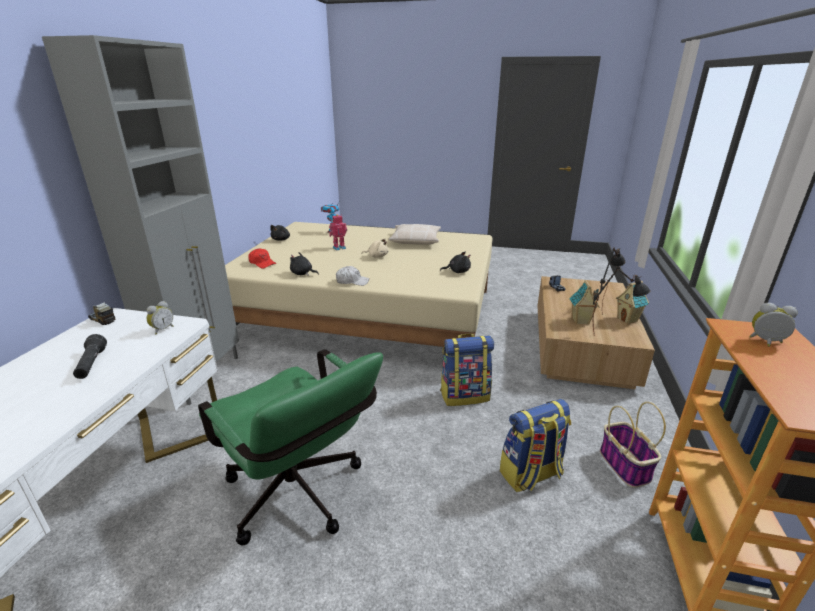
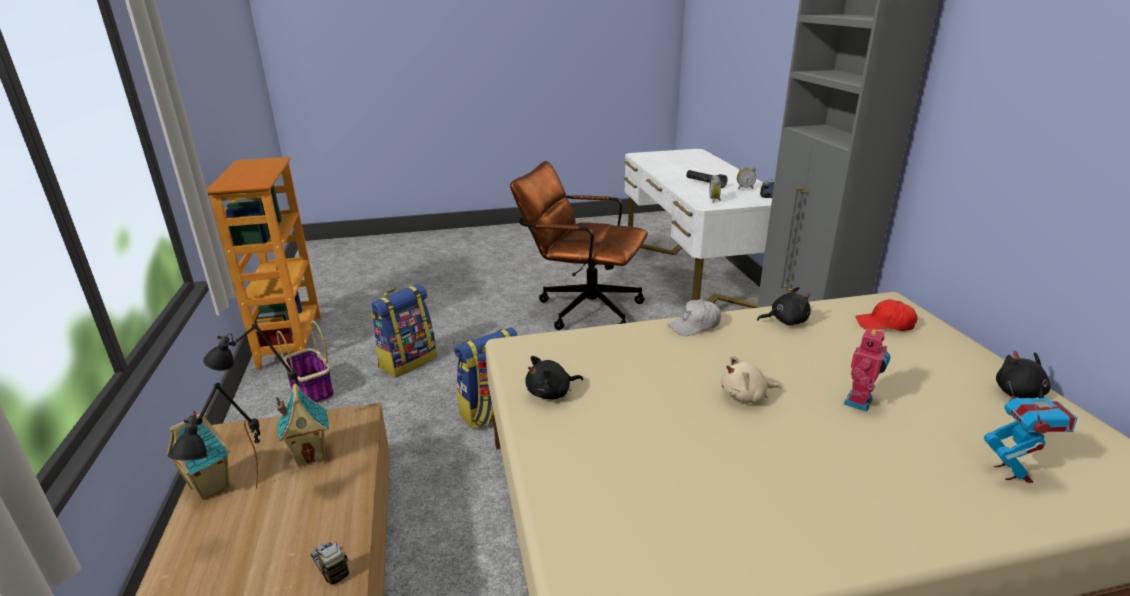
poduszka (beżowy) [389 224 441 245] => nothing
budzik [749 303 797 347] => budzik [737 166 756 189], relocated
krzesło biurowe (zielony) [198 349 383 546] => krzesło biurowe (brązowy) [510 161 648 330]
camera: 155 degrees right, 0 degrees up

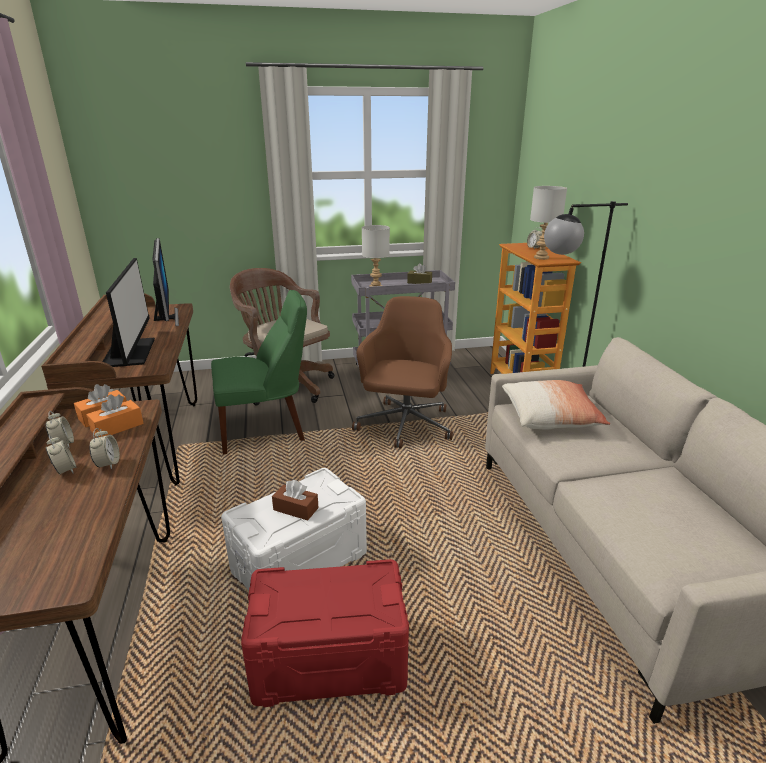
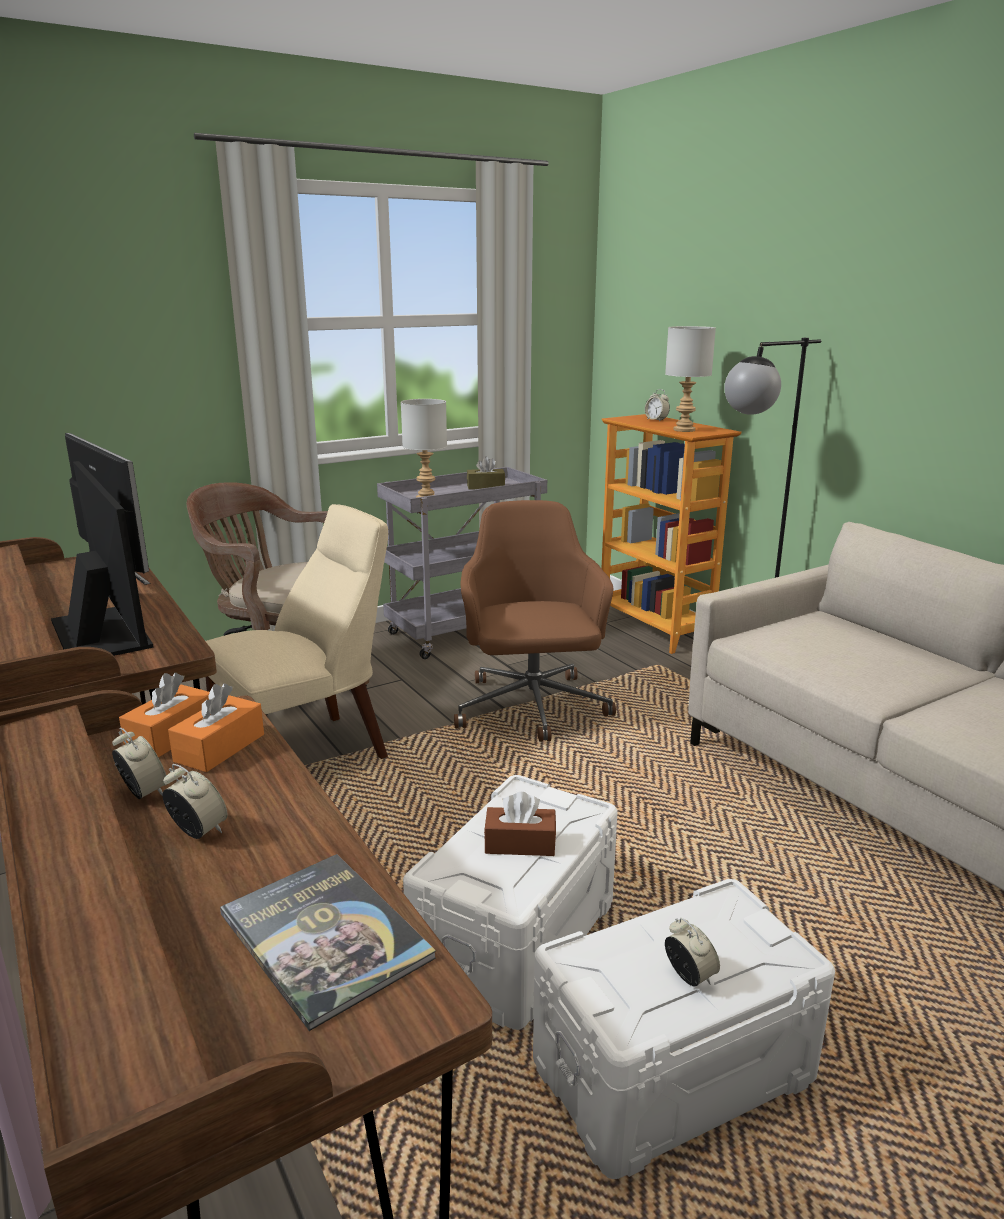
poduszka [502 380 611 430] => nothing
nothing => książka [220 854 436 1031]
budzik [89 428 120 470] => budzik [665 918 720 986], relocated
krzesło (zielony) [211 290 307 455] => krzesło (beżowy) [206 504 388 759]
pojemnik do przechowywania (czerwony) [241 559 409 707] => pojemnik do przechowywania (biały) [533 879 835 1179]
camera: 20 degrees left, 5 degrees down

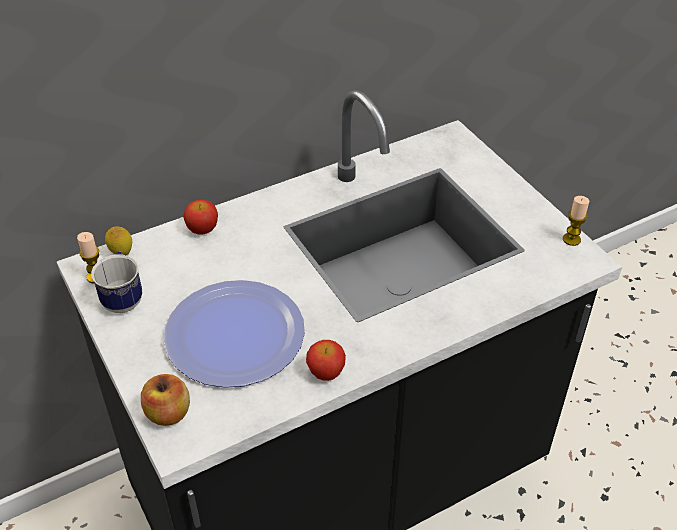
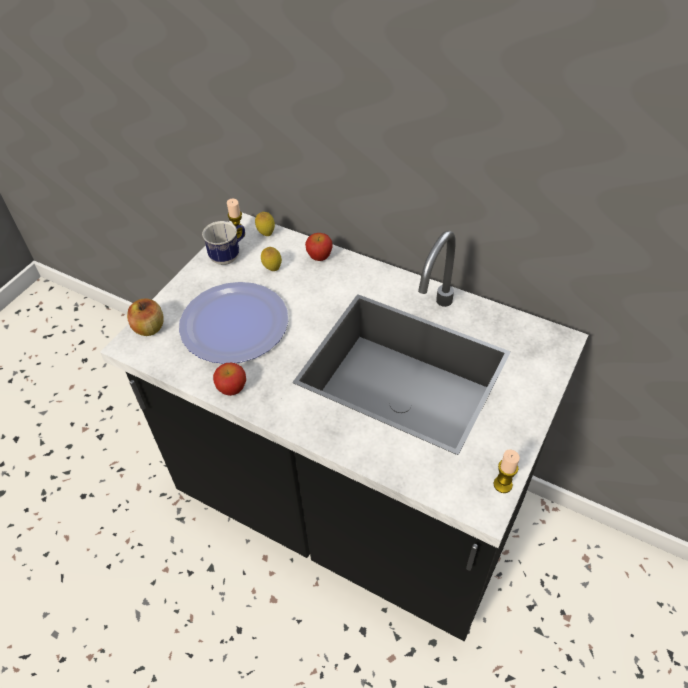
nothing => cytryna [261 247 282 271]
camera: 60 degrees right, 5 degrees up

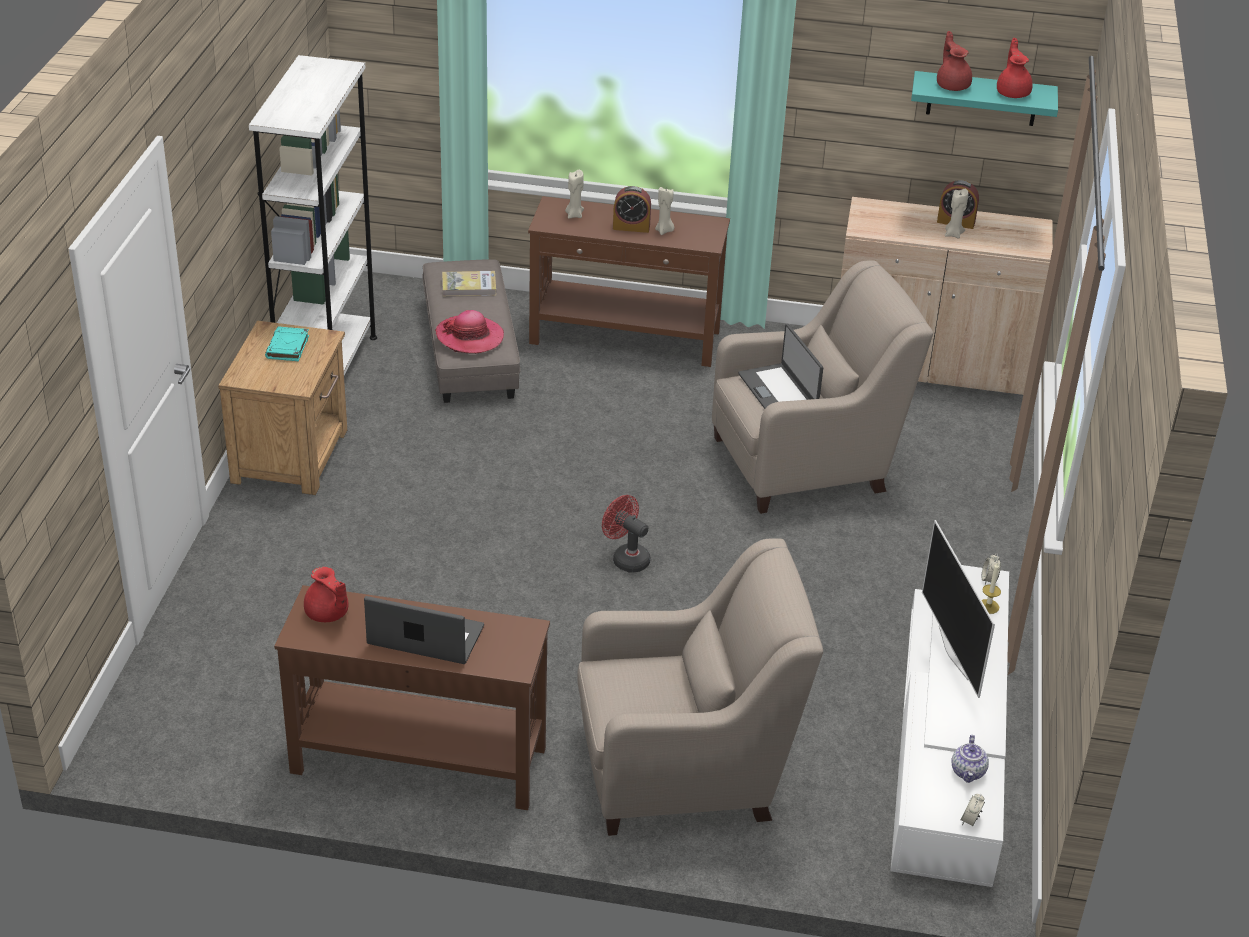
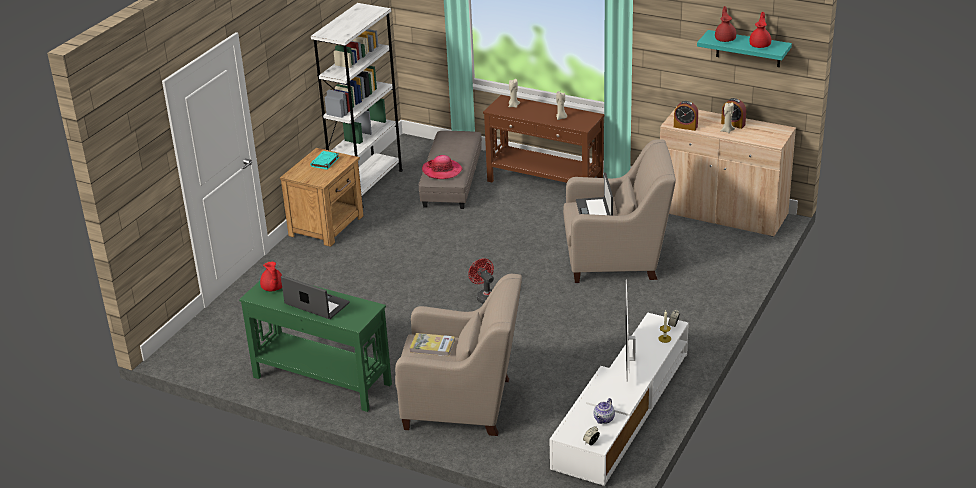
książka [442 271 496 296] => książka [410 333 455 356], relocated
budzik [613 186 651 233] => budzik [674 101 698 131], relocated
stolik konsolowy (brązowy) [274 585 550 810] => stolik konsolowy (zielony) [239 281 392 412]
camera: 20 degrees right, 5 degrees down

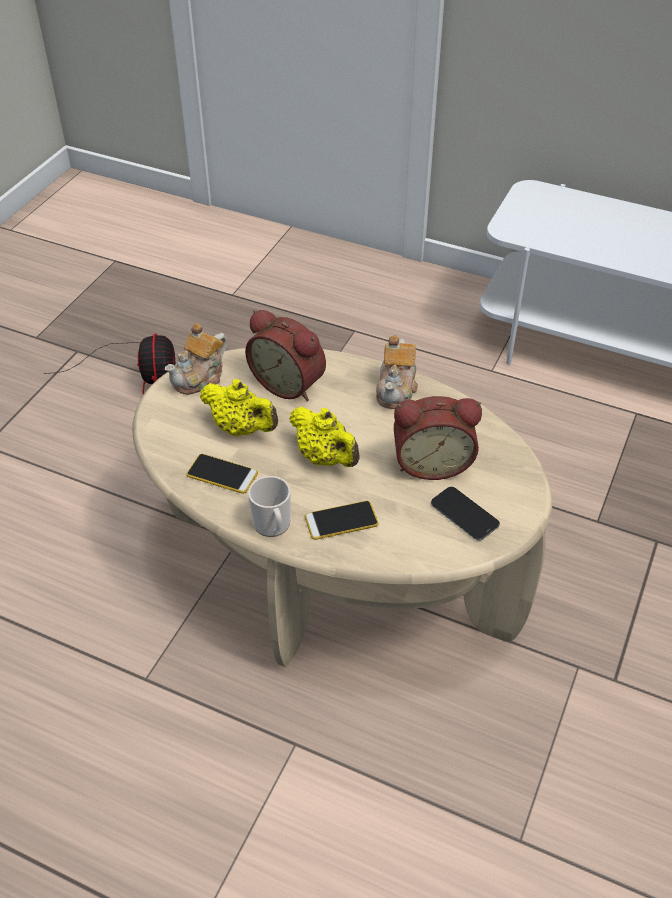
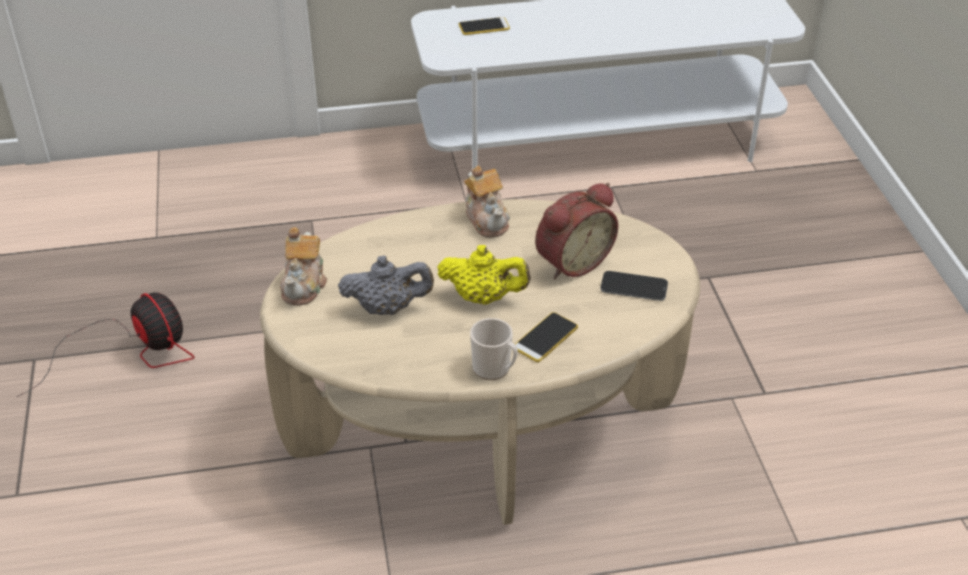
budzik [245 310 326 401] => nothing
telefon [187 454 258 494] => telefon [459 17 510 35], relocated
imbryk (żółty) [200 379 278 436] => imbryk (szary) [338 255 434 315]
camera: 35 degrees left, 5 degrees down

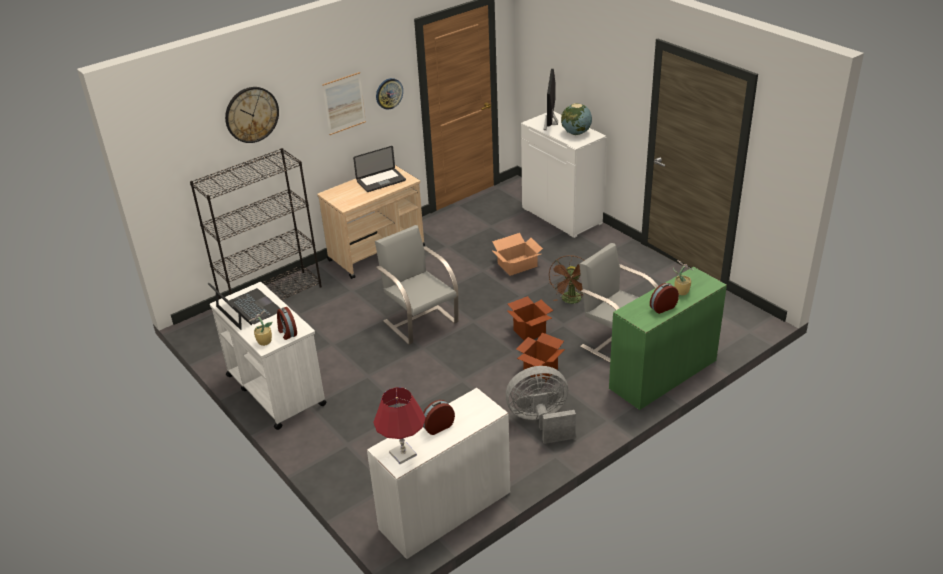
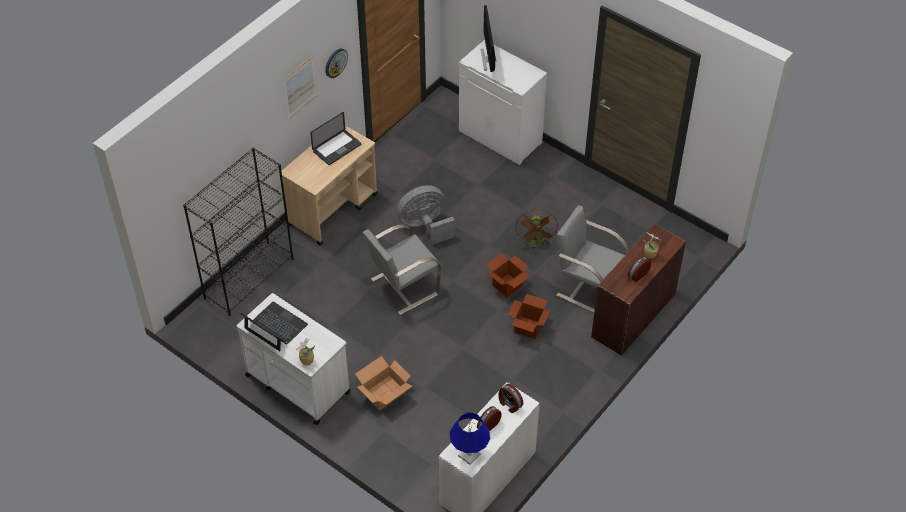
zegar ścienny [225 87 279 143] => nothing
globus [561 103 592 135] => nothing
budzik [277 307 297 340] => budzik [498 384 523 413], relocated
karton [491 233 543 276] => karton [355 356 412 410], relocated
wentylator (szary) [505 366 576 444] => wentylator (szary) [397 185 455 245], relocated
lampa stołowa (czerwony) [373 387 425 464] => lampa stołowa (niebieski) [450 412 490 465]
biurko (zielony) [609 267 727 410] => biurko (brązowy) [591 224 686 355]
krzesło (szary) [375 225 458 345] => krzesło (szary) [363 225 441 315], 75 degrees counterclockwise
camera: 15 degrees left, 15 degrees up

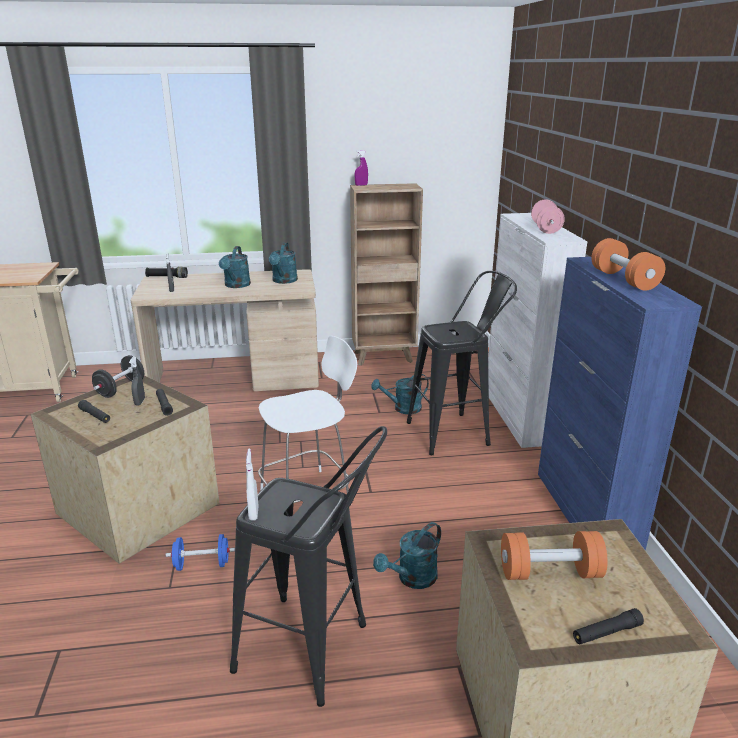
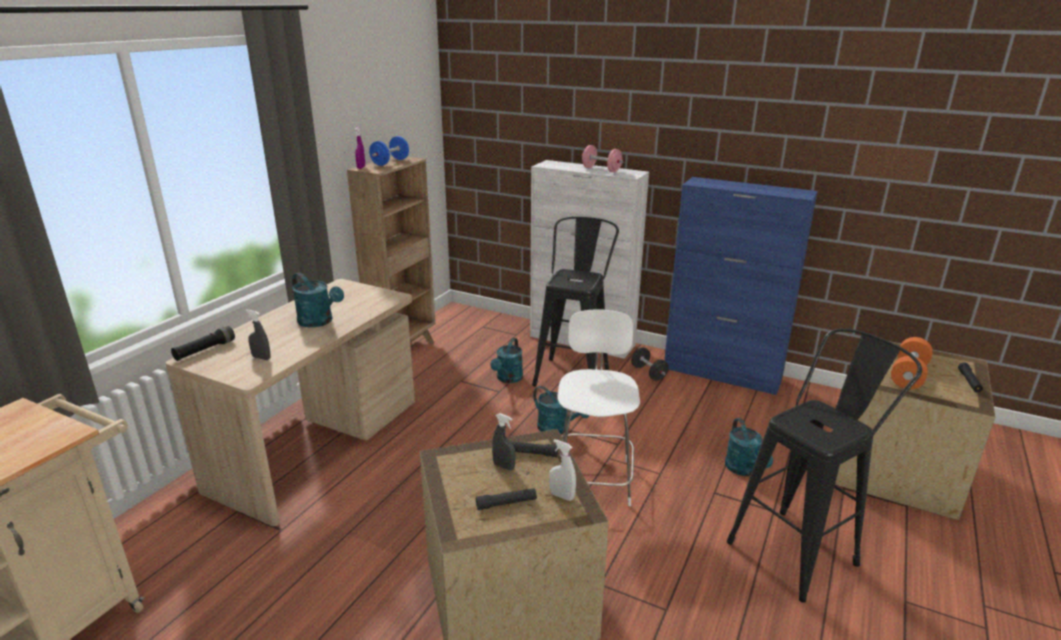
hantel (pomarańczowy) [591 238 665 291] => nothing
hantel (czarny) [92 355 144 398] => hantel (czarny) [631 347 668 381], relocated
hantel (niebieski) [166 534 235 571] => hantel (niebieski) [369 136 409 166], relocated
spryskiwacz (biały) [246 449 259 521] => spryskiwacz (biały) [549 439 576 501], relocated
konewka (turkusowy) [269 242 298 284] => konewka (turkusowy) [533 386 589 434], relocated
camera: 55 degrees left, 0 degrees up

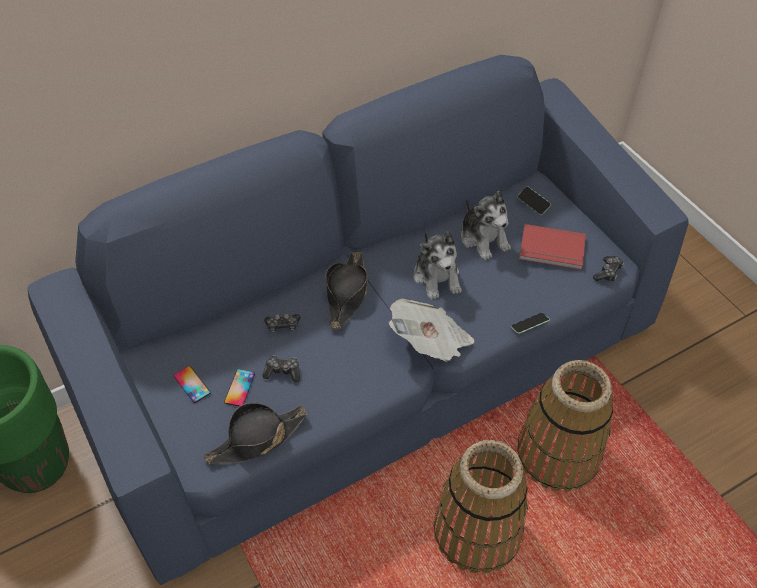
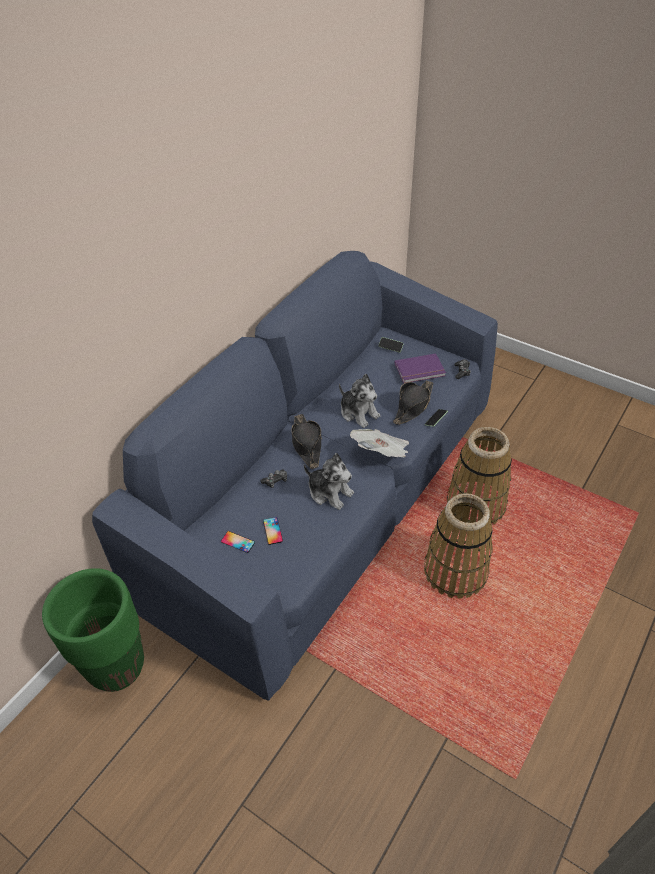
pad do gier [263 355 300 383] => nothing
kapelusz (czarny) [204 403 307 465] => kapelusz (czarny) [393 381 433 425], relocated
pluszak [461 191 511 260] => pluszak [304 453 354 510], relocated
książka (czerwony) [519 224 586 270] => książka (fioletowy) [395 353 446 383]
camera: 25 degrees left, 5 degrees down

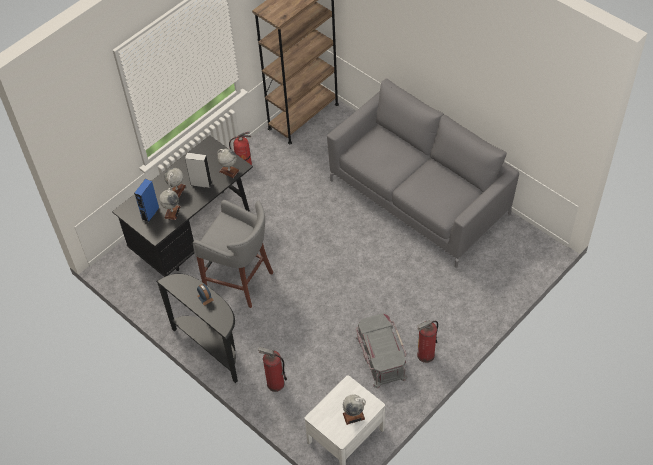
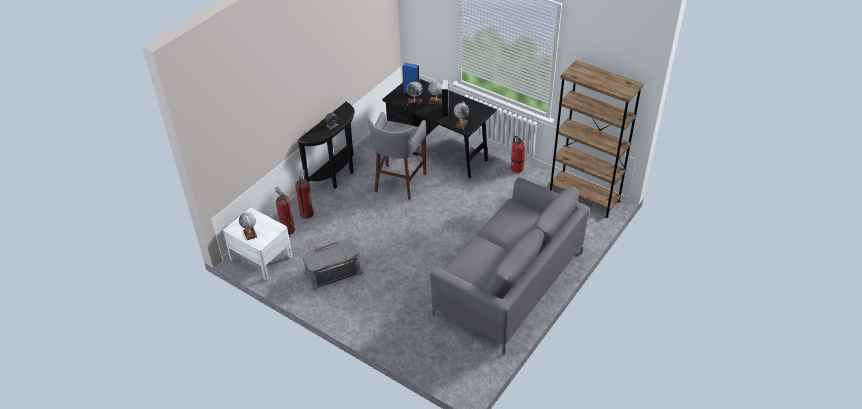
gaśnica [417 320 438 363] => gaśnica [275 187 295 235], relocated
camera: 80 degrees right, 10 degrees down

